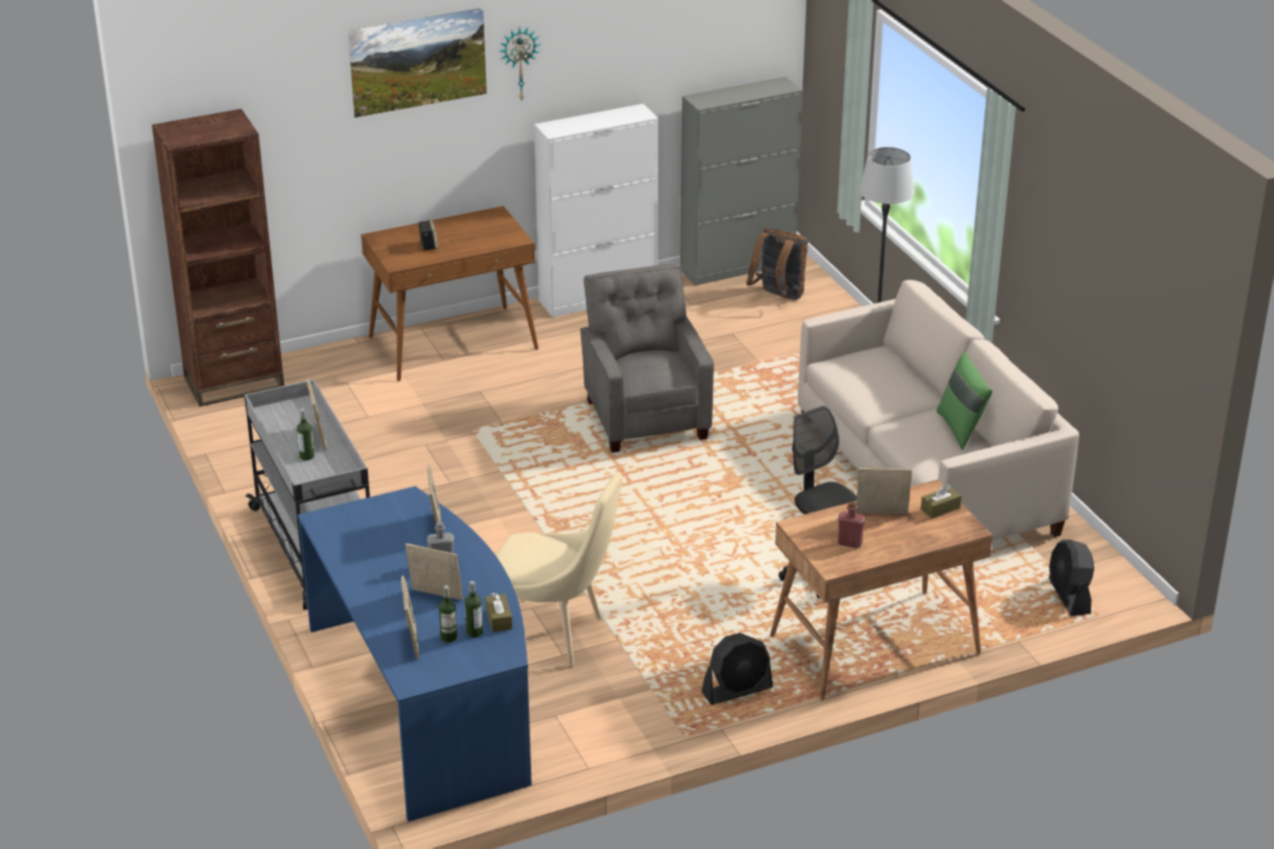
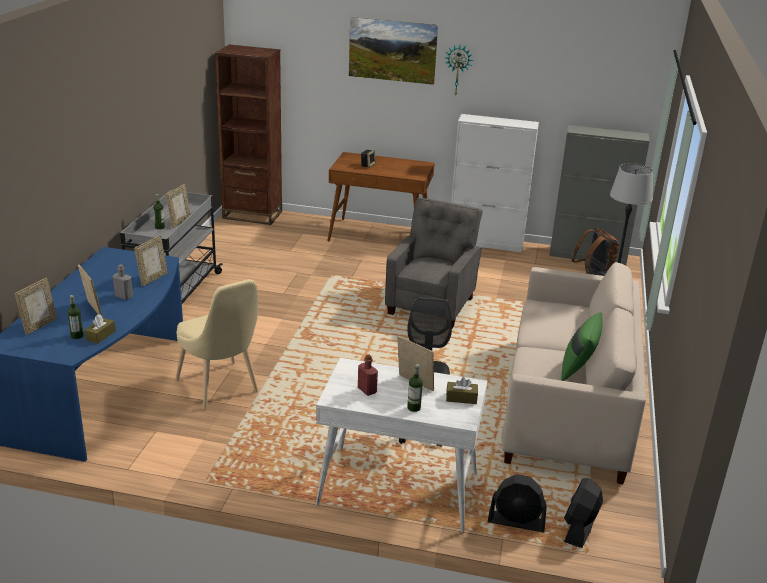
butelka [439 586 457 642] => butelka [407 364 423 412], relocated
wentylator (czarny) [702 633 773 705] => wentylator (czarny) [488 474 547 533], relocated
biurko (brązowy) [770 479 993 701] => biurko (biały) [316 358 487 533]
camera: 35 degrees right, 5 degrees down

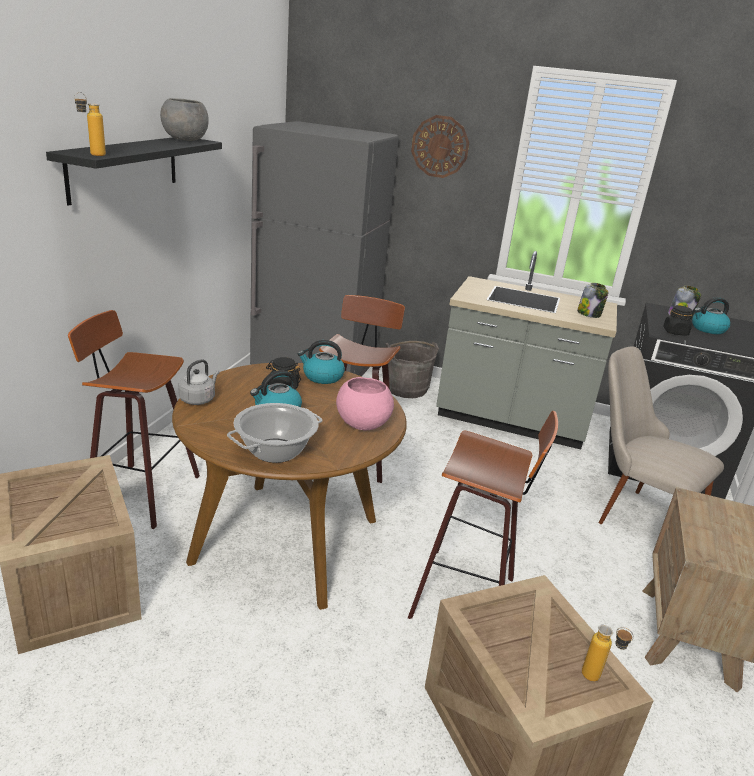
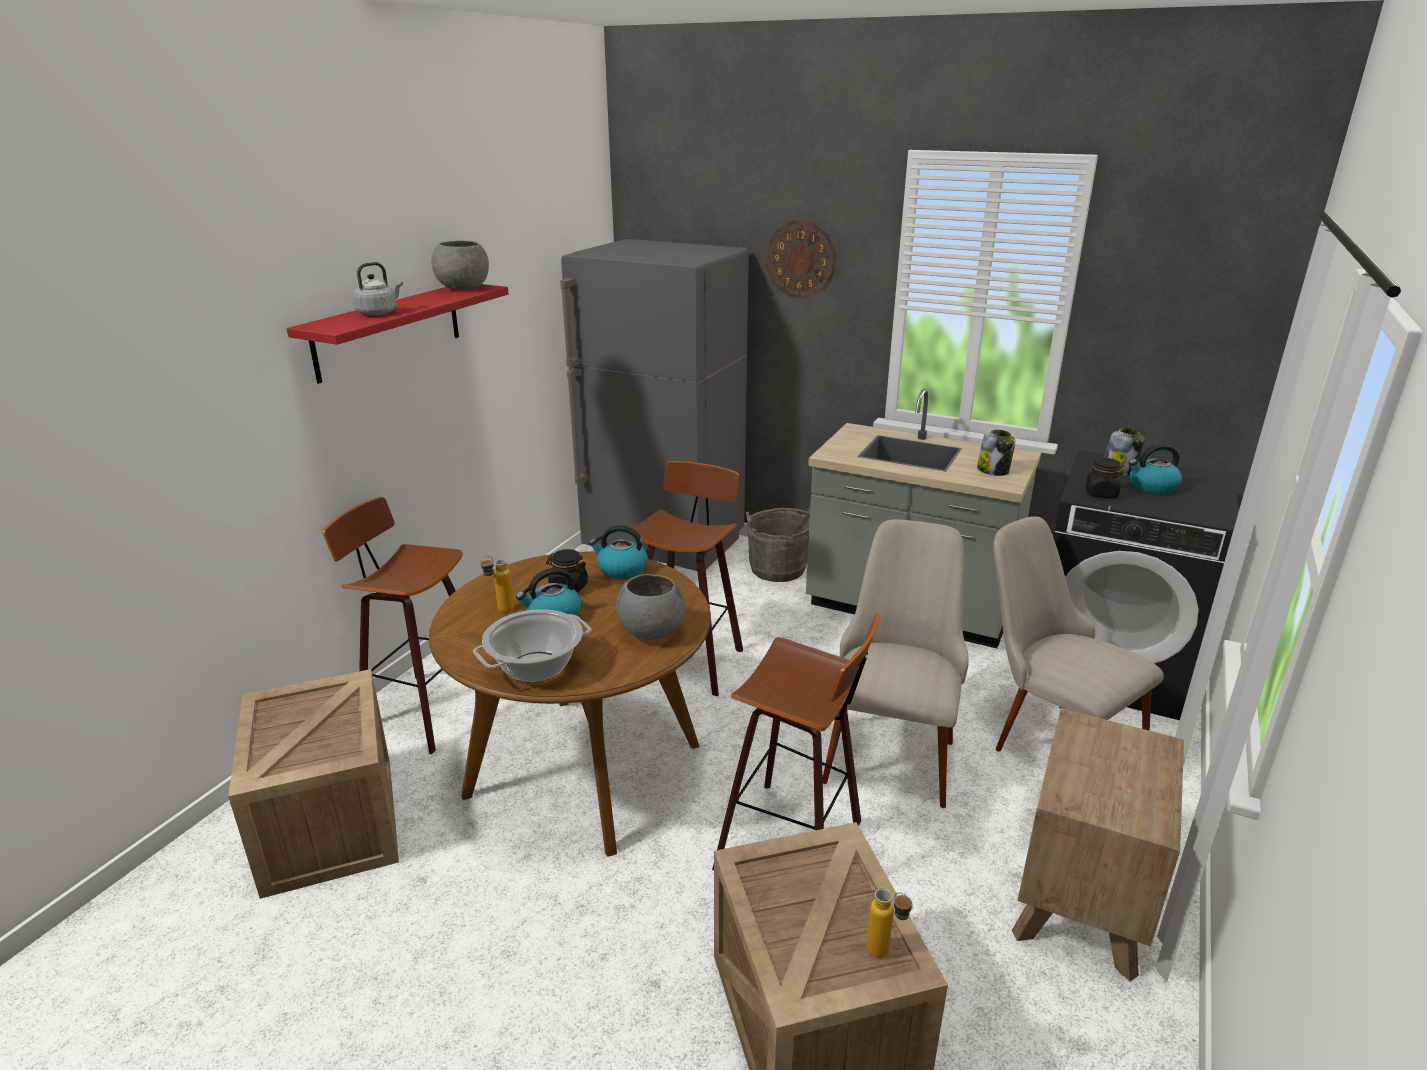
nothing => krzesło (beżowy) [823 519 969 808]
butelka [74 92 106 156] => butelka [480 556 514 612], relocated
czajnik (szary) [178 359 220 405] => czajnik (szary) [352 262 403 316], relocated
półka (czarny) [46 137 222 206] => półka (czerwony) [287 284 509 384]
miska (różowy) [336 377 394 431] => miska (szary) [616 574 685 640]
camera: 10 degrees right, 0 degrees up

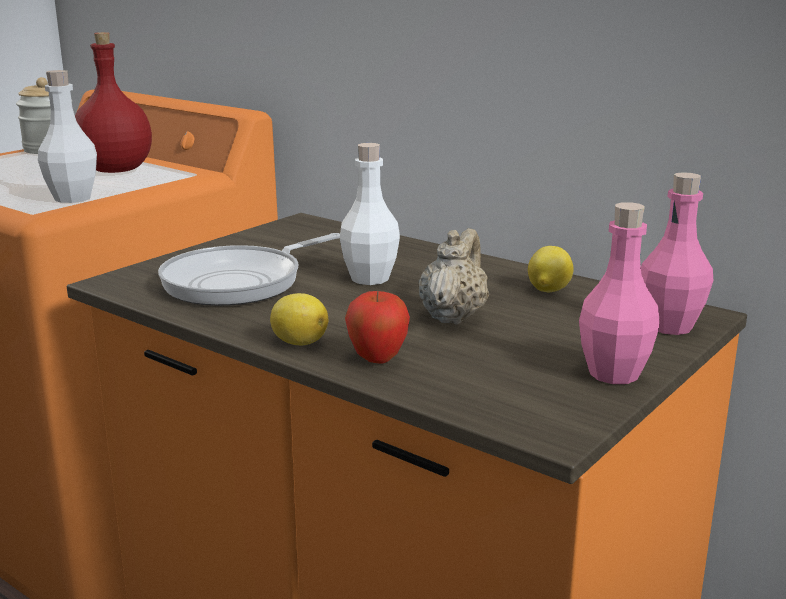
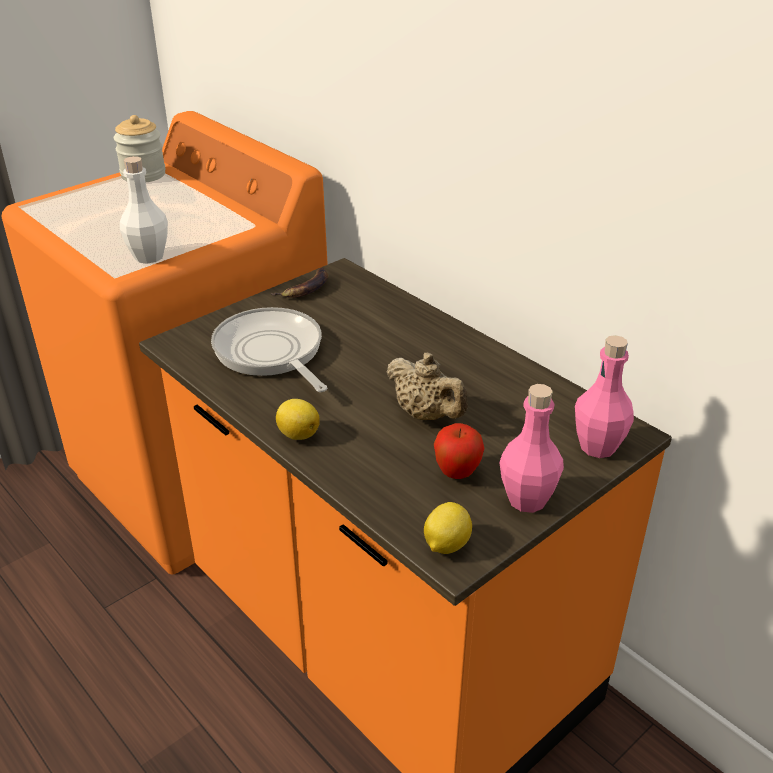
butelka (czerwony) [75 32 152 173] => nothing
butelka (biały) [340 143 400 285] => nothing
nothing => banan [271 268 328 298]
jabłko [345 291 410 363] => jabłko [434 423 484 479], relocated
cytryna [528 246 573 292] => cytryna [424 502 472 554], relocated
patelnia [158 233 340 306] => patelnia [211 307 327 392], 90 degrees clockwise
imbryk (beżowy) [418 228 489 325] => imbryk (beżowy) [386 352 468 420], 105 degrees clockwise
camera: 10 degrees right, 15 degrees up

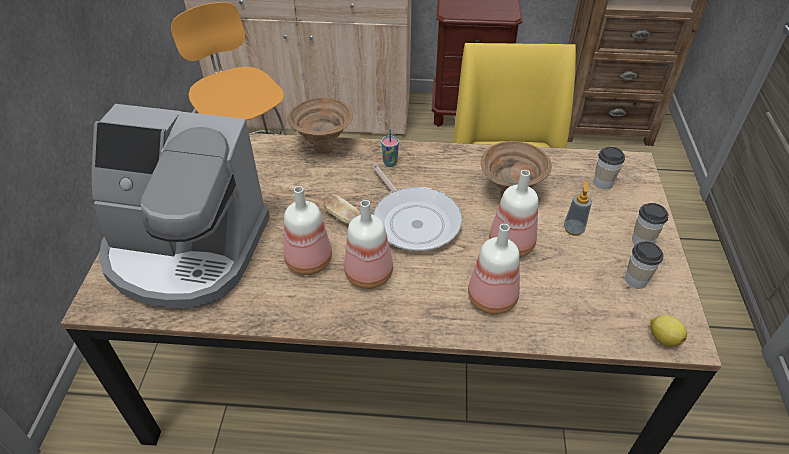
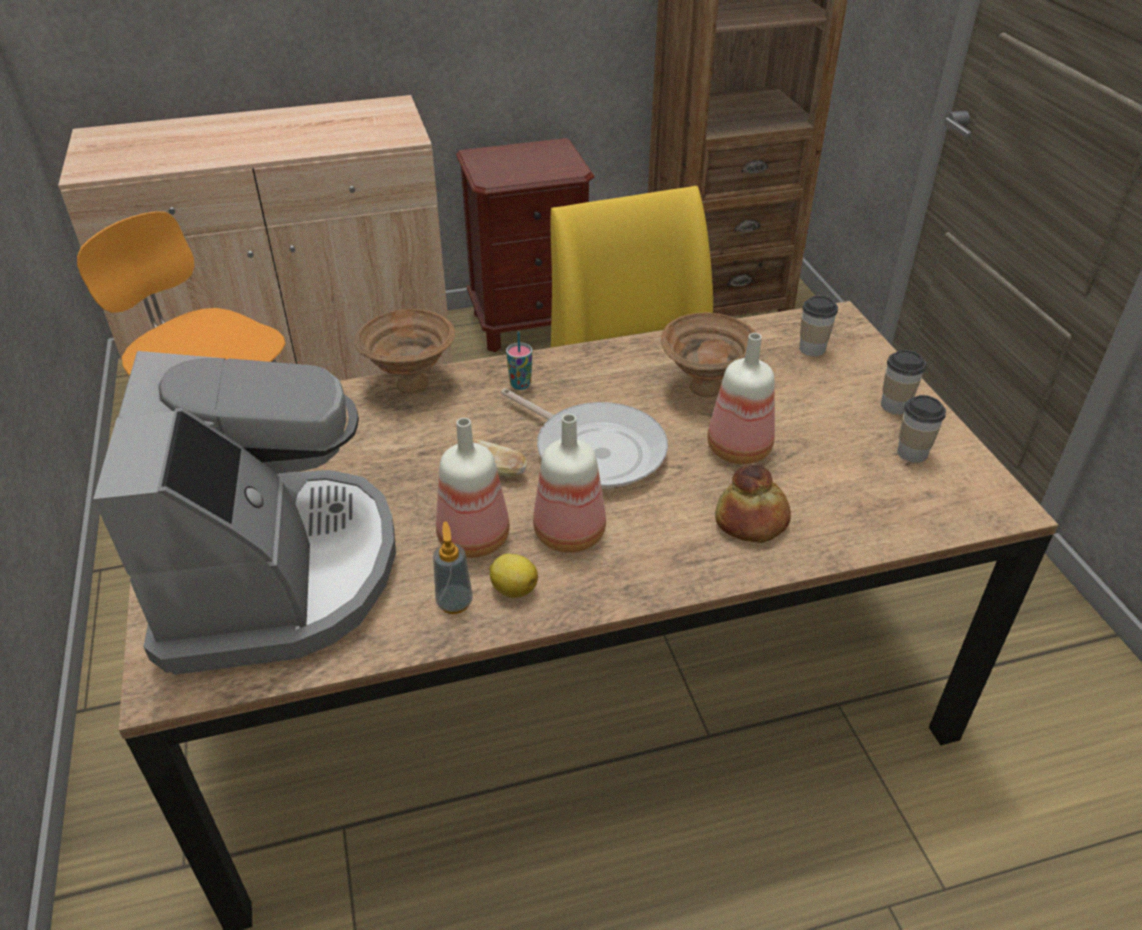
dozownik mydła [564 181 592 236] => dozownik mydła [433 521 473 614], relocated
cytryna [650 315 687 347] => cytryna [489 554 538 598], relocated
butelka [468 224 520 314] => chleb [715 465 791 543]
ekspres do kawy [92 104 270 309] => ekspres do kawy [93 351 396 675], 90 degrees counterclockwise
camera: 20 degrees left, 5 degrees down

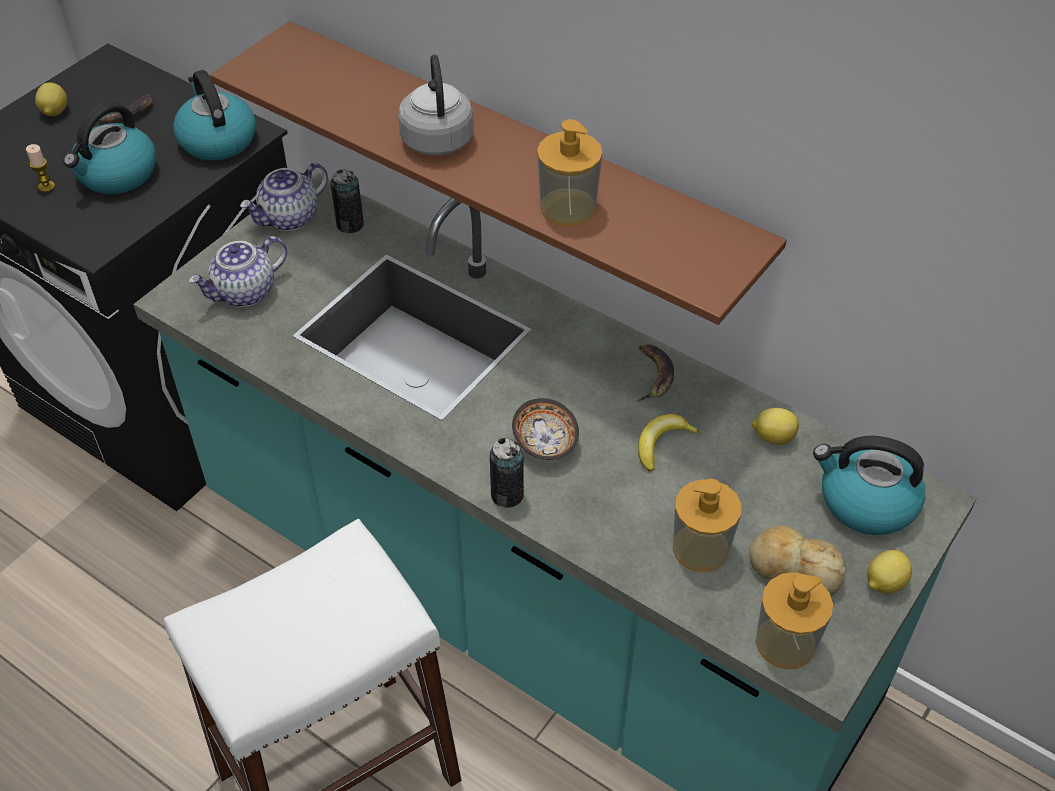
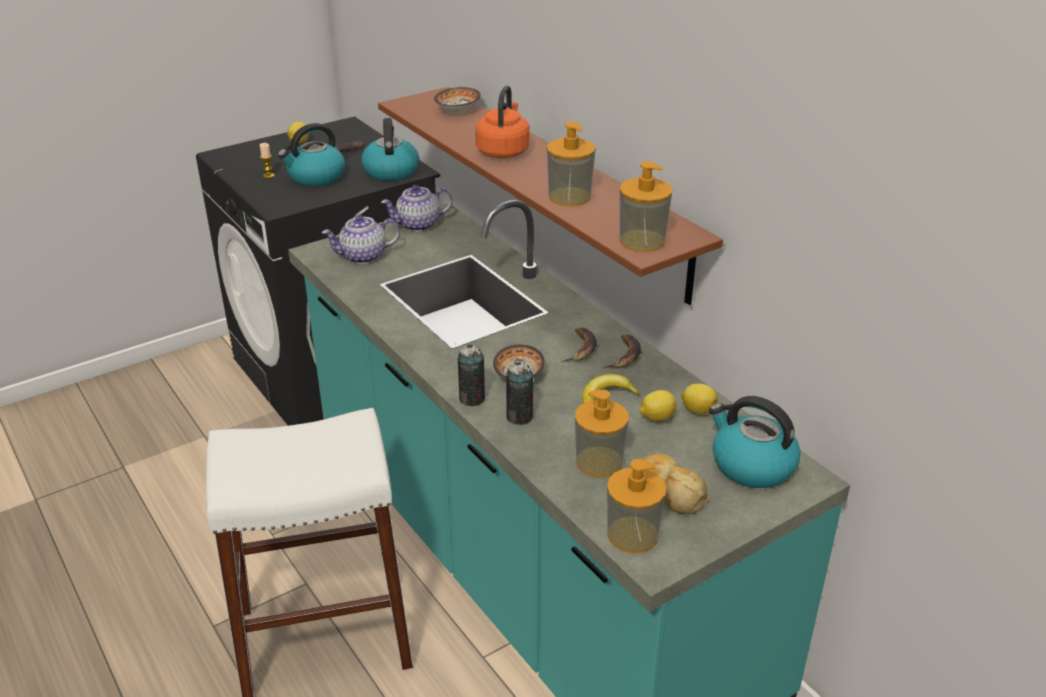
nothing => miska [434 87 481 112]
nothing => banan [561 328 597 363]
nothing => dozownik mydła [620 161 673 252]
puszka [331 169 364 233] => puszka [506 362 533 425], relocated
cytryna [867 550 912 594] => cytryna [640 390 676 422], relocated
czajnik (szary) [398 55 474 156] => czajnik (pomarańczowy) [475 85 530 158]
camera: 20 degrees right, 15 degrees down

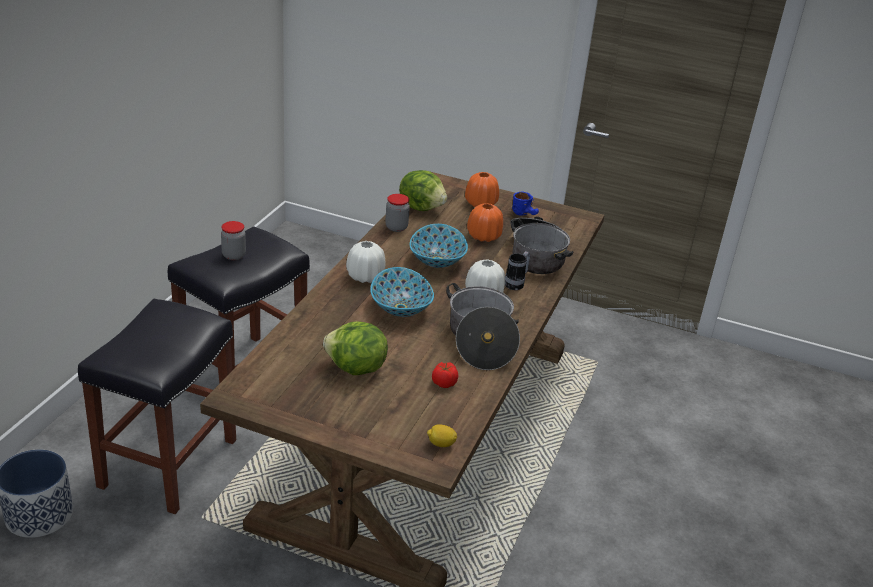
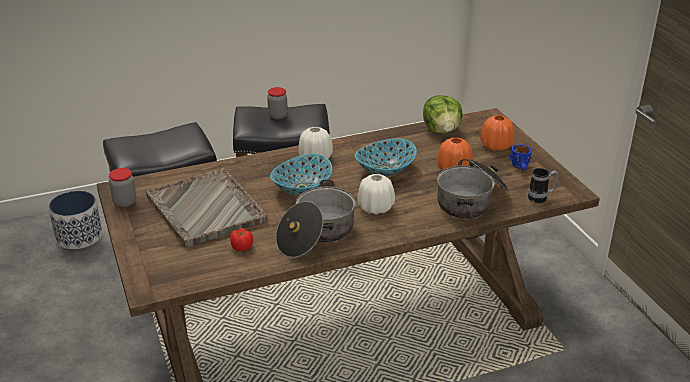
cytryna [427 424 457 447] => nothing
słoik [385 194 410 232] => słoik [109 168 136 207], relocated
kubek [505 251 530 290] => kubek [528 168 558 203], relocated
sałata [323 321 388 375] => taca (szary) [146 168 268 247]
camera: 50 degrees right, 0 degrees up

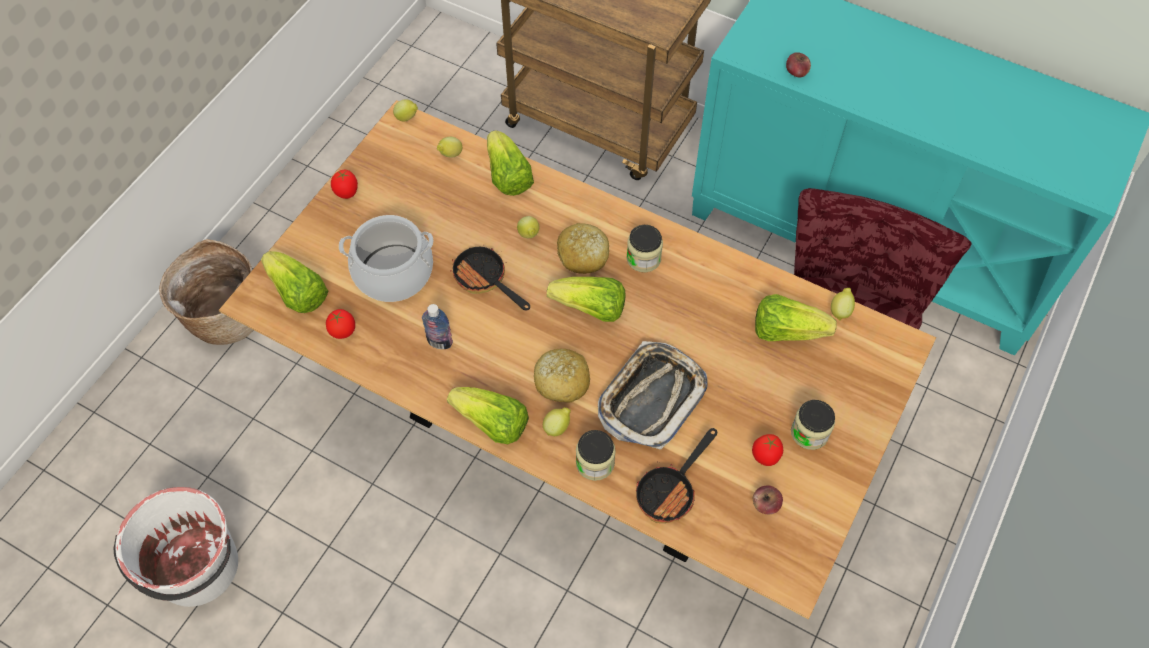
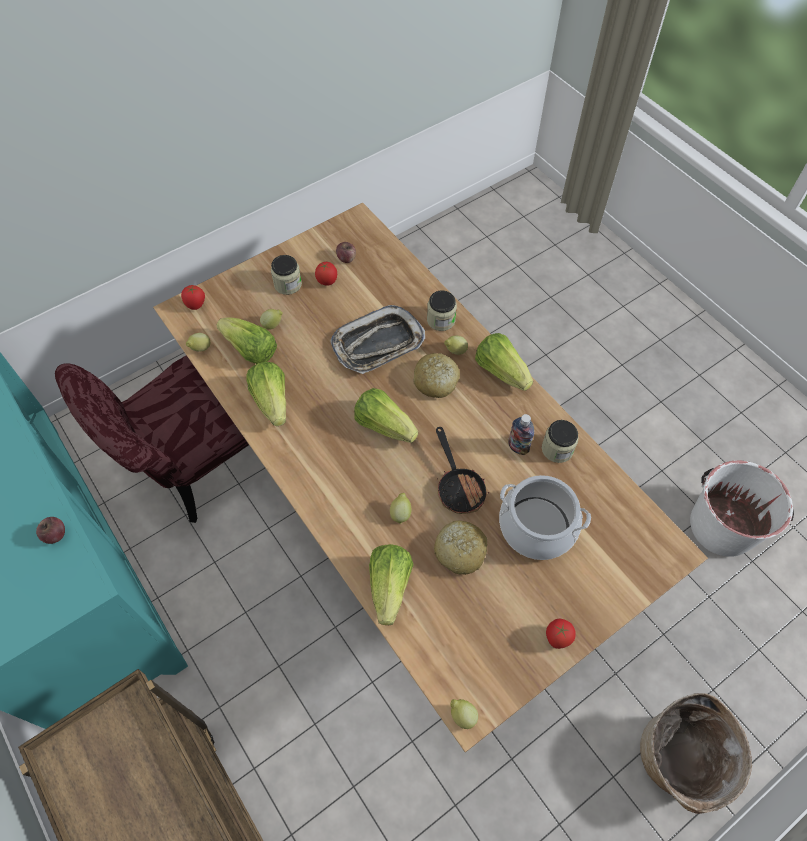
patelnia [636 428 717 523] => nothing
sałata [261 251 328 313] => sałata [246 362 286 426], relocated
pomidor [326 309 355 339] => pomidor [181 285 205 310], relocated
cytryna [437 137 462 158] => cytryna [260 309 283 330], relocated
chleb [557 223 609 274] => chleb [434 521 487 575], relocated
słoik [627 225 663 272] => słoik [542 420 579 463], relocated
camera: 155 degrees left, 0 degrees up

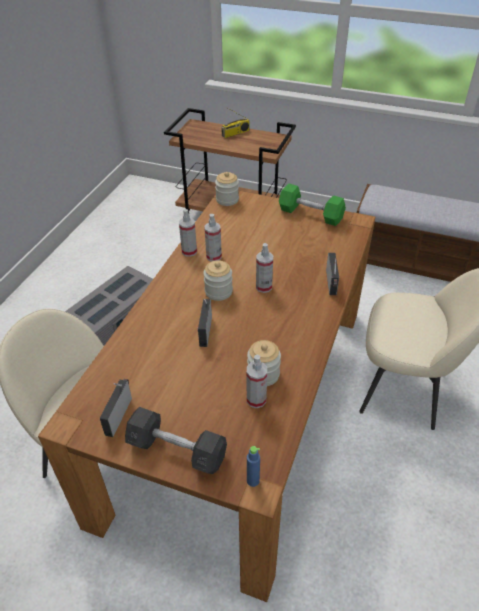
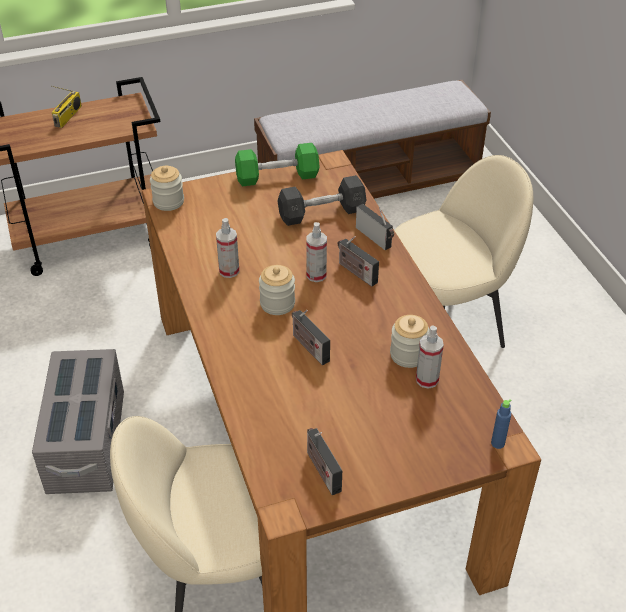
spryskiwacz [179 209 197 257] => nothing
nothing => radio [338 236 379 287]
hantel (szary) [125 407 227 474] => hantel (szary) [277 175 366 226], relocated
camera: 40 degrees left, 0 degrees up

